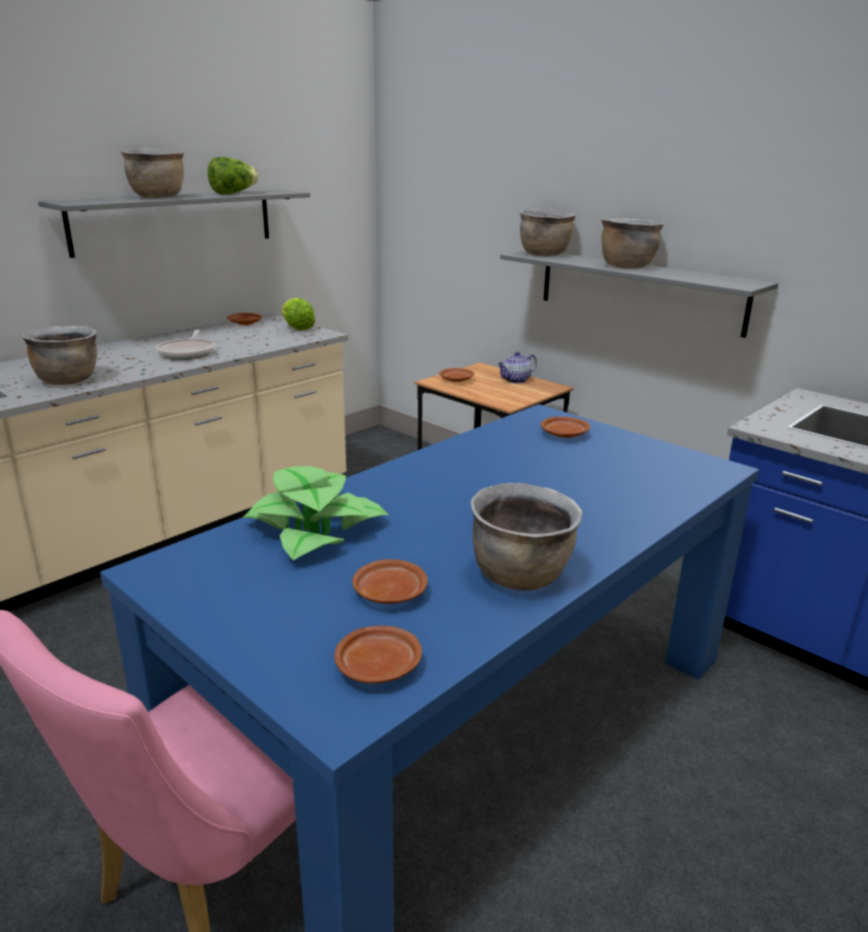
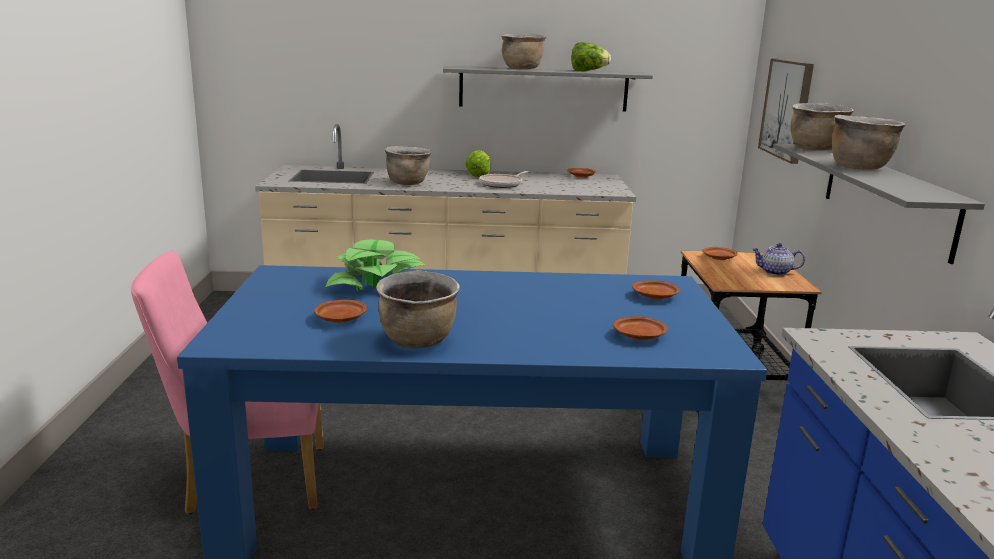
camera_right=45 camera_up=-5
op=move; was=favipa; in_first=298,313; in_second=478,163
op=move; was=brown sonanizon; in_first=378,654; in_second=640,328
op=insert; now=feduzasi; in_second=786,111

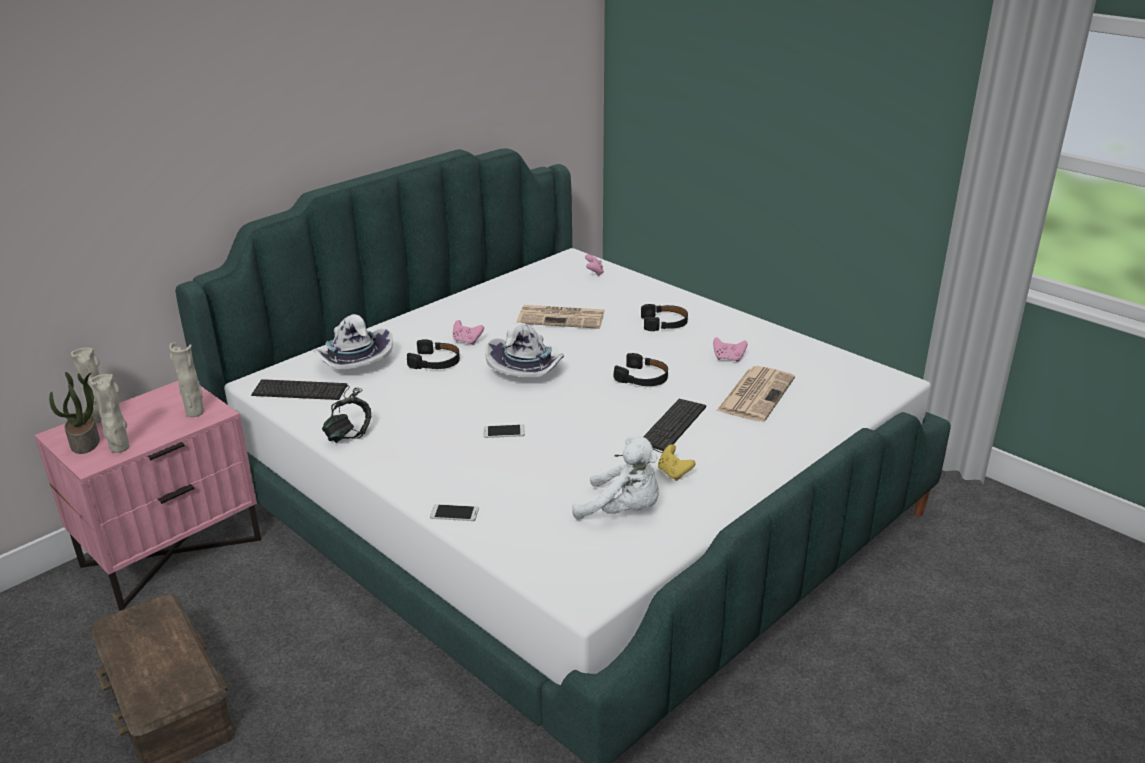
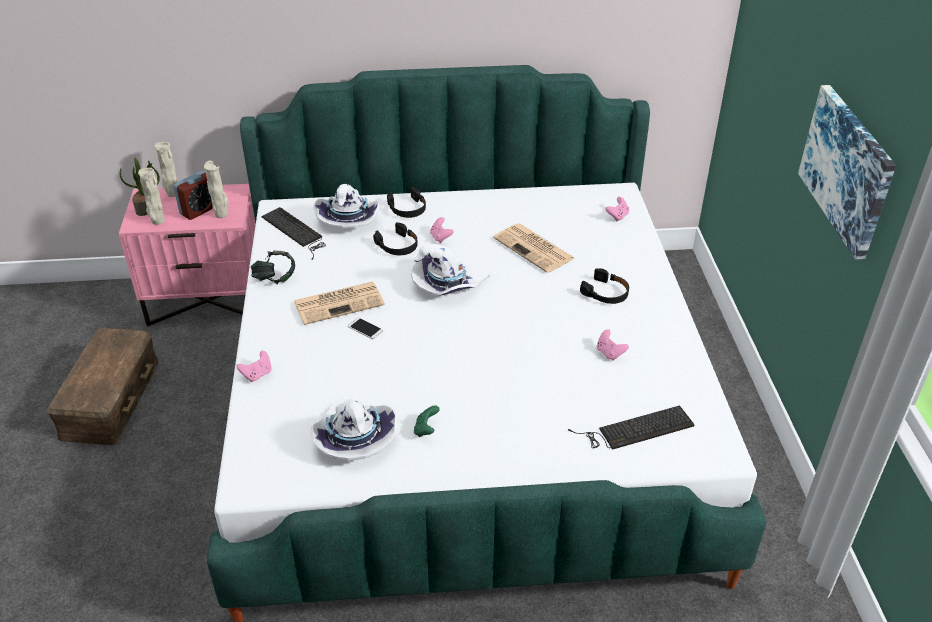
camera_right=40 camera_up=10
op=move; was=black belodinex; in_first=641,369; in_second=406,202
op=move; was=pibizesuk; in_first=755,394; in_second=339,303
op=move; was=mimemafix; in_first=660,428; in_second=631,428
op=replace; was=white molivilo; now=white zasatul; in_first=615,478; in_second=354,430
op=recolor; was=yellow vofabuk; now=green vofabuk; in_first=677,462; in_second=427,421
op=replace; was=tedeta; now=pink vofabuk; in_first=454,512; in_second=253,366
op=insert; now=feduzasi; in_second=847,172
op=insert; now=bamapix; in_second=193,195

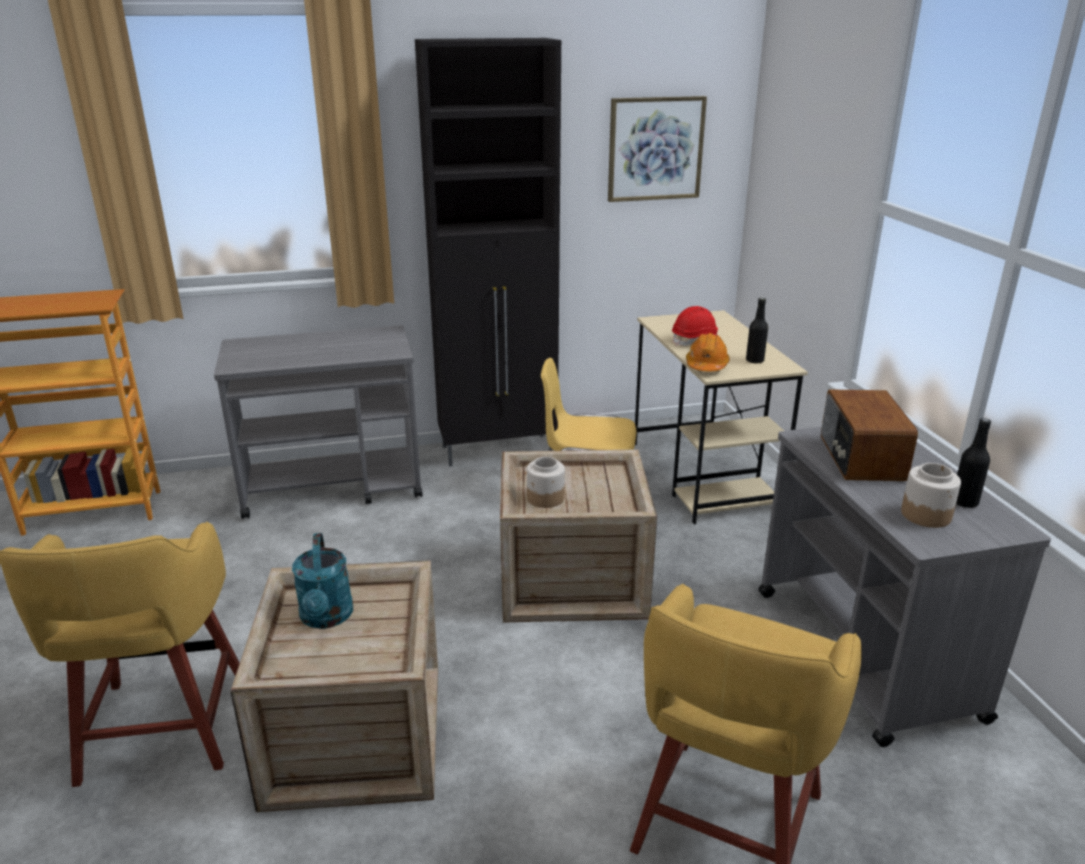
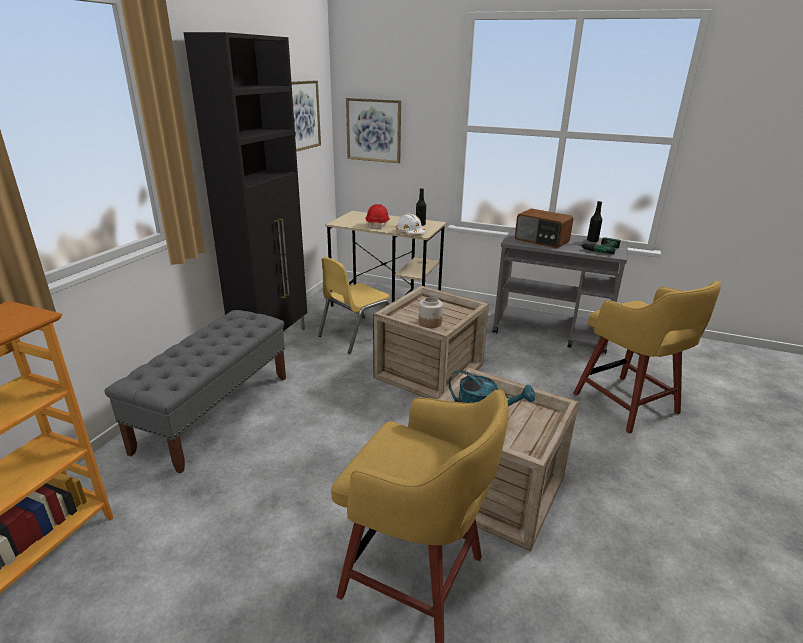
camera_right=-55 camera_up=0
op=replace; was=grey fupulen; now=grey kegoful; in_first=318,422; in_second=195,392
op=recolor; was=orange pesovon; now=white pesovon; in_first=708,352; in_second=411,224
op=replace; was=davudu; now=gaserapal; in_first=931,495; in_second=597,245
op=insert; now=feduzasi; in_second=373,130

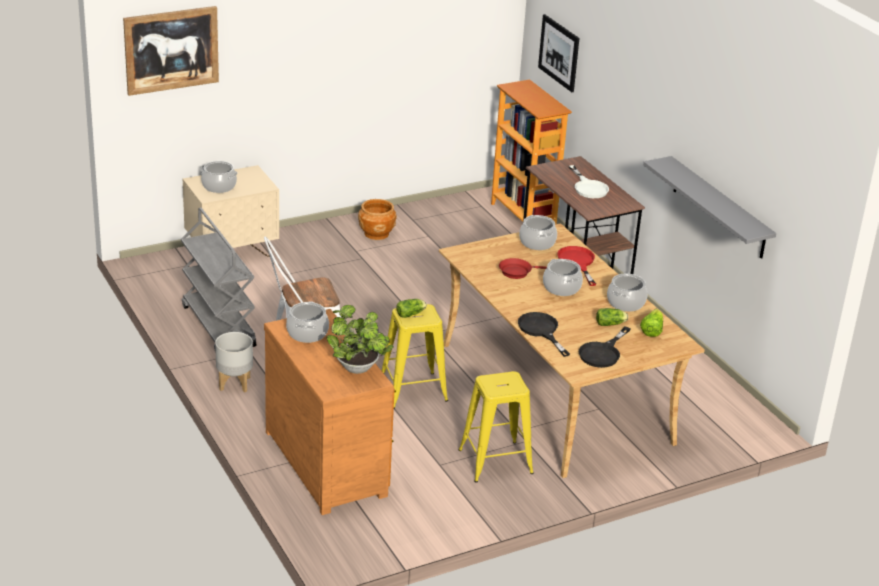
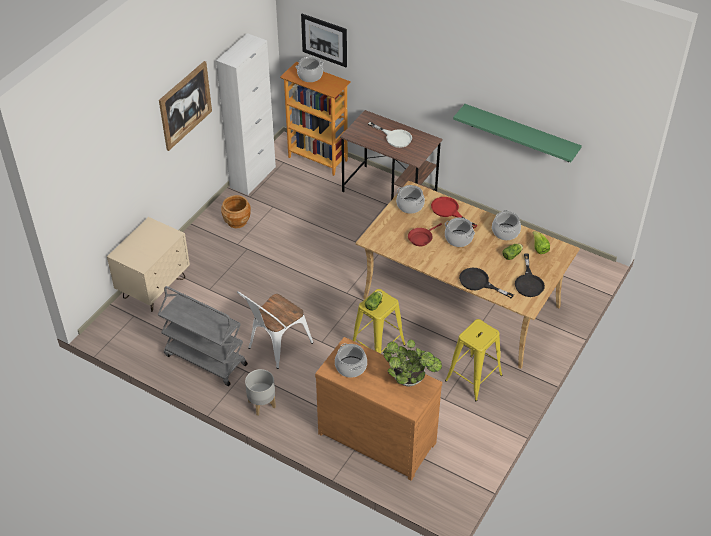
camera_right=-30 camera_up=15
op=move; was=feduzasi; in_first=171,51; in_second=185,106
op=recolor; was=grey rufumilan; now=green rufumilan; in_first=709,207; in_second=517,133
op=move; was=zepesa; in_first=219,177; in_second=310,69
op=insert; now=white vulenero; in_second=246,114

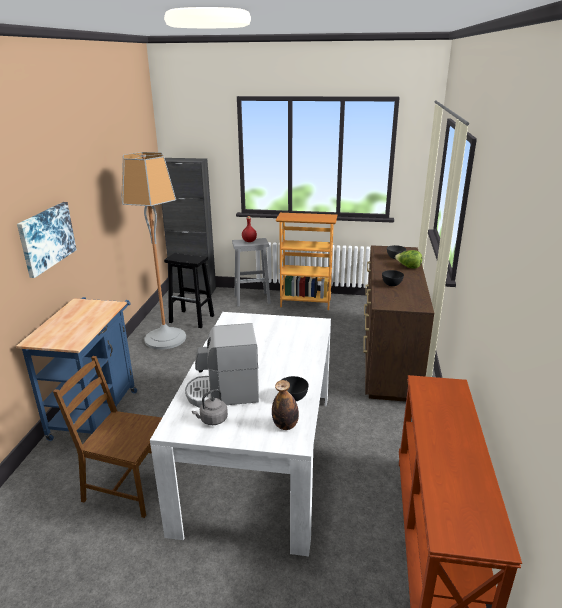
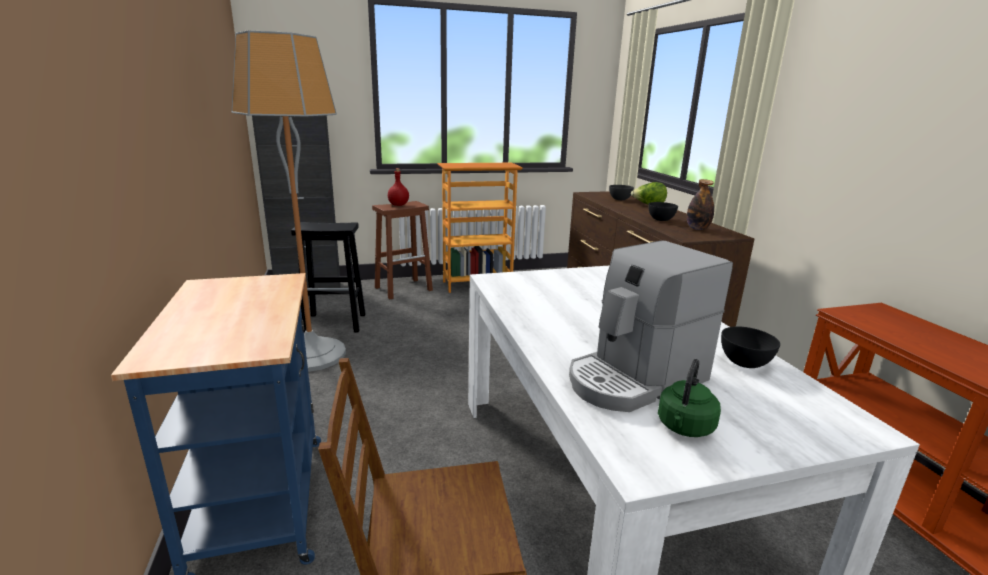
camera_right=-25 camera_up=-5
op=delete; was=feduzasi; in_first=47,240
op=recolor; was=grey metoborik; now=brown metoborik; in_first=251,272; in_second=402,250
op=move; was=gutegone; in_first=285,405; in_second=700,204
op=recolor; was=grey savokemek; now=green savokemek; in_first=210,407; in_second=689,398

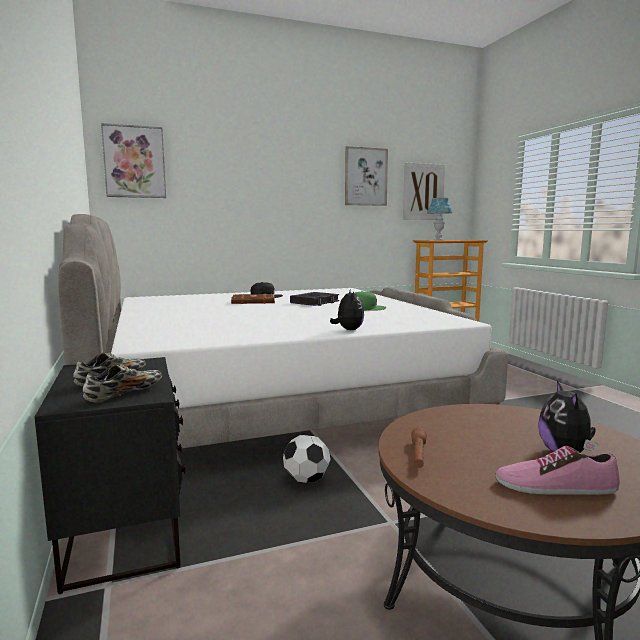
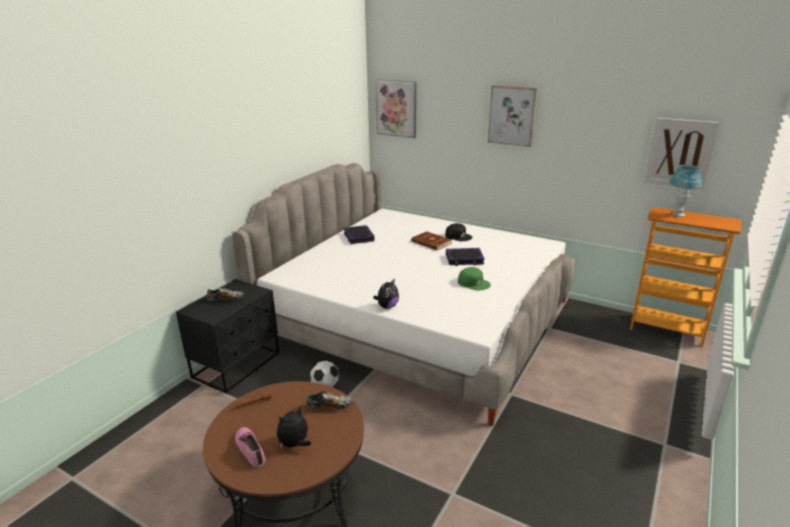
camera_right=50 camera_up=15
op=move; was=feduzasi; in_first=366,176; in_second=513,116
op=move; was=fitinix; in_first=123,383; in_second=329,400
op=insert; now=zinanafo; in_second=359,234

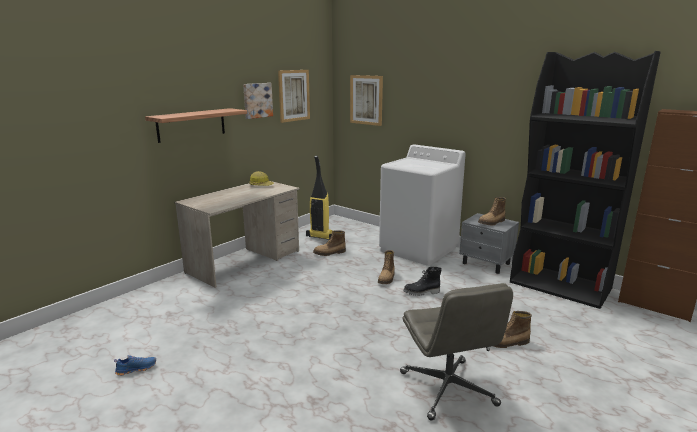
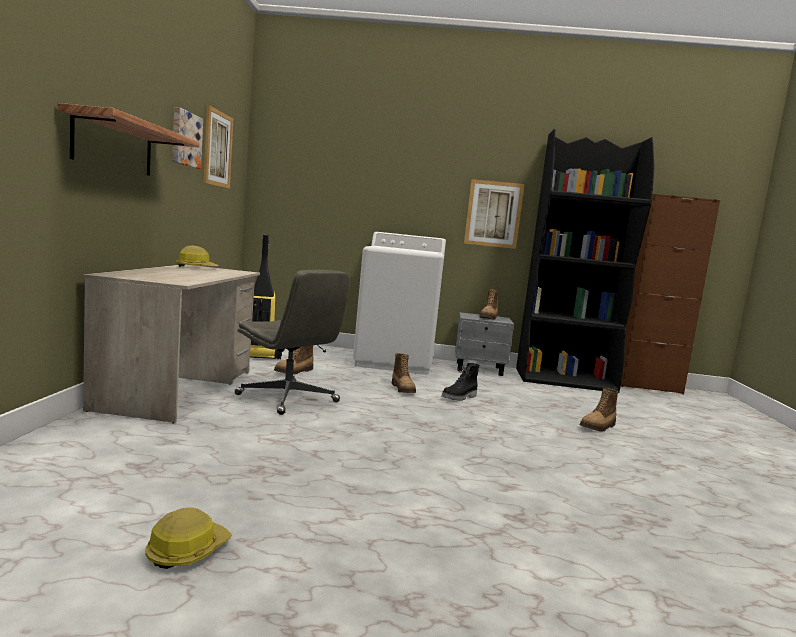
camera_right=-35 camera_up=-10
op=move; was=feduzasi; in_first=366,100; in_second=494,214
op=move; was=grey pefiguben; in_first=456,352; in_second=292,342
op=replace; was=blue fitinix; now=pesovon; in_first=135,365; in_second=188,538

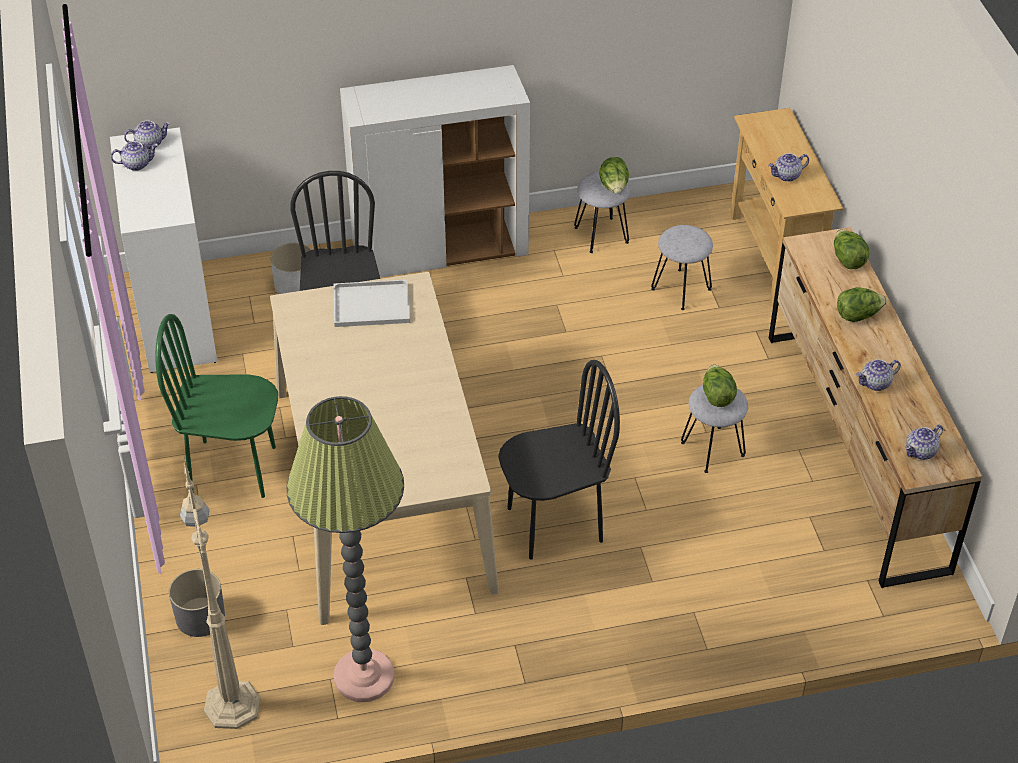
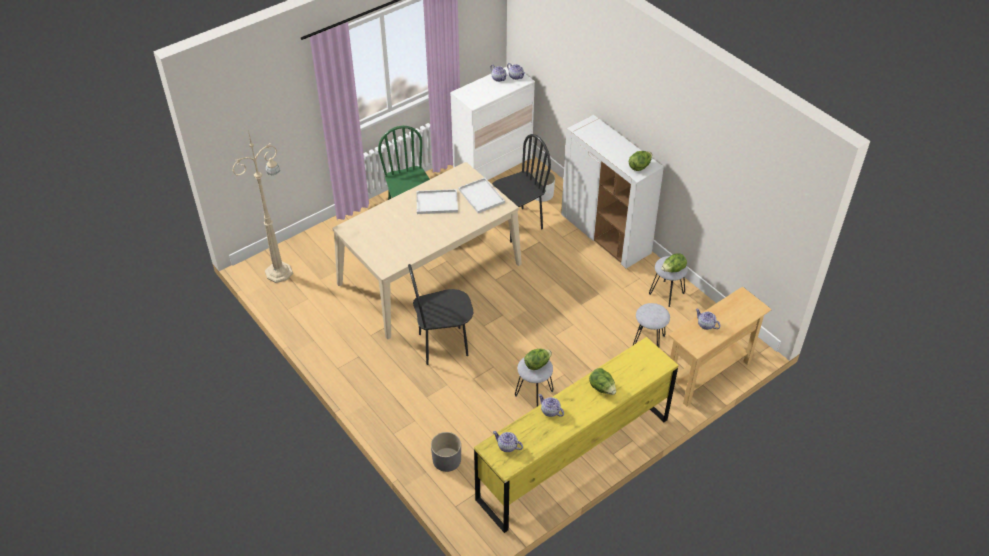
camera_right=65 camera_up=0
op=recolor; was=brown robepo; now=yellow robepo; in_first=875,407; in_second=576,435
op=move; was=favipa; in_first=851,249; in_second=640,161
op=rotate; was=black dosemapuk; in_first=559,460; in_second=440,314; clockwise=120
op=delete; was=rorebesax; in_first=345,549
op=move; was=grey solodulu; in_first=197,603; in_second=446,452
op=insert; now=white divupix; in_second=437,201

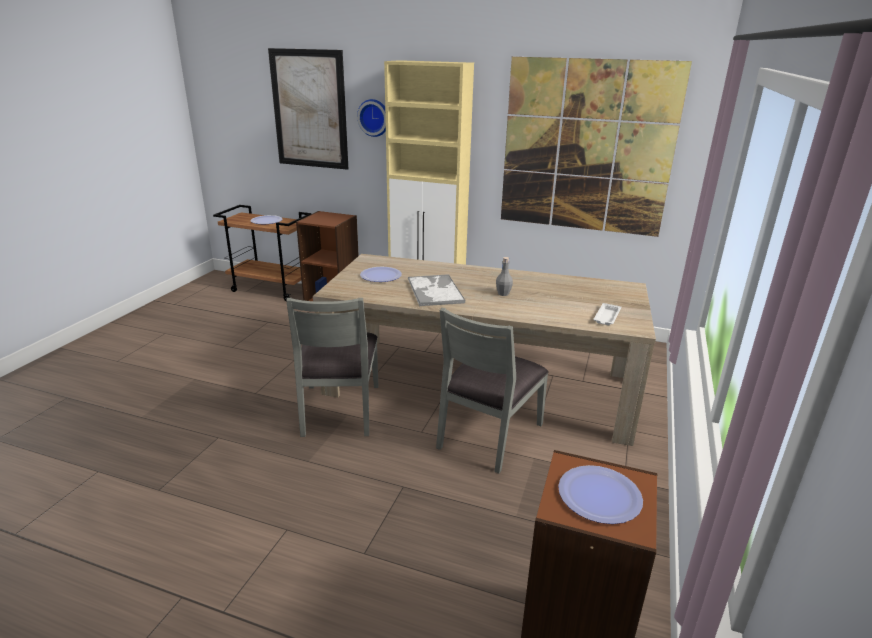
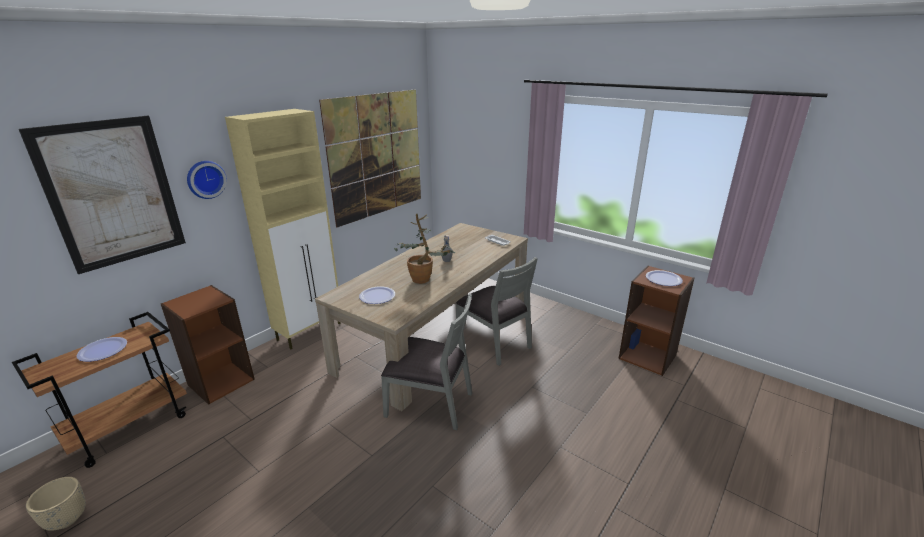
camera_right=-70 camera_up=0
op=replace; was=divupix; now=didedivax; in_first=436,290; in_second=424,249
op=insert; now=beige solodulu; in_second=56,504

